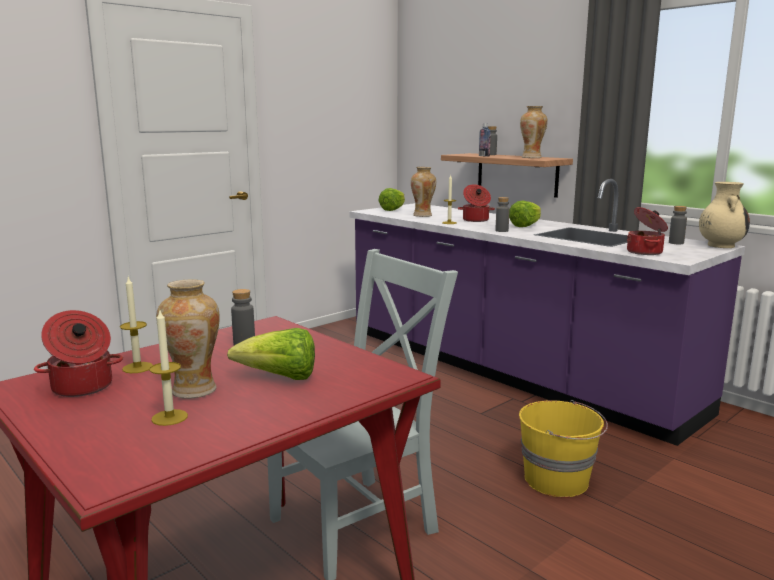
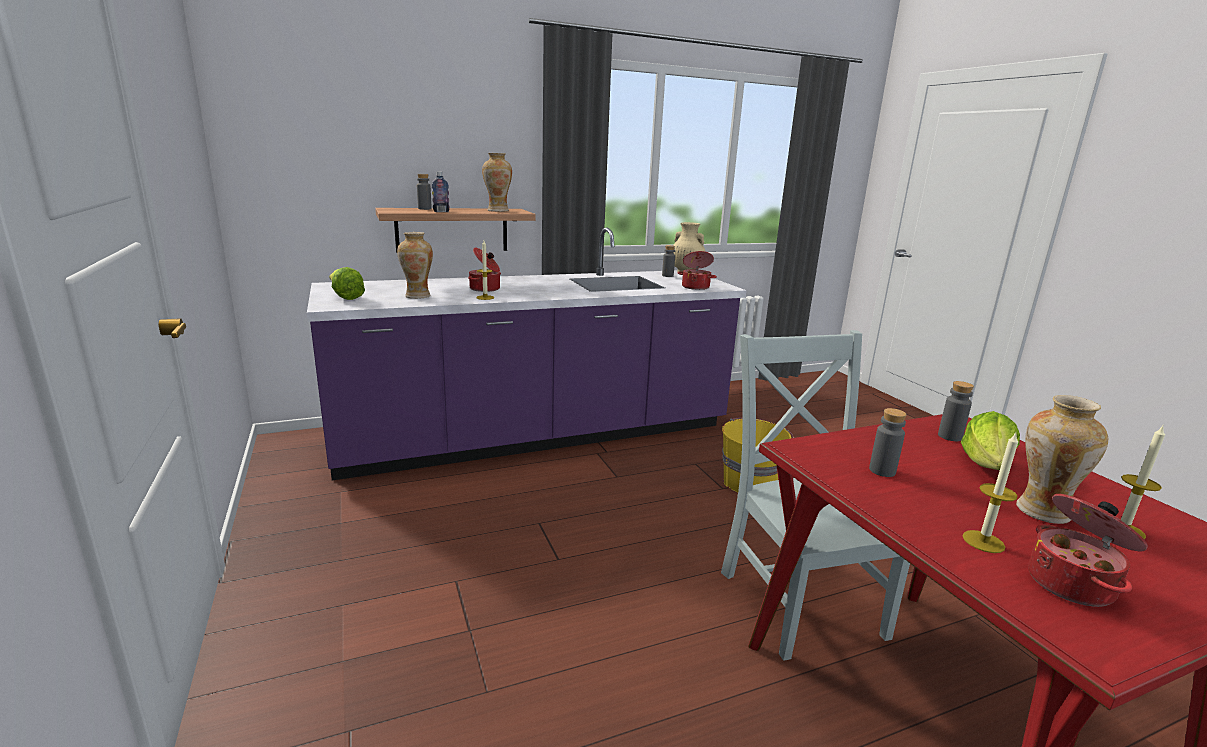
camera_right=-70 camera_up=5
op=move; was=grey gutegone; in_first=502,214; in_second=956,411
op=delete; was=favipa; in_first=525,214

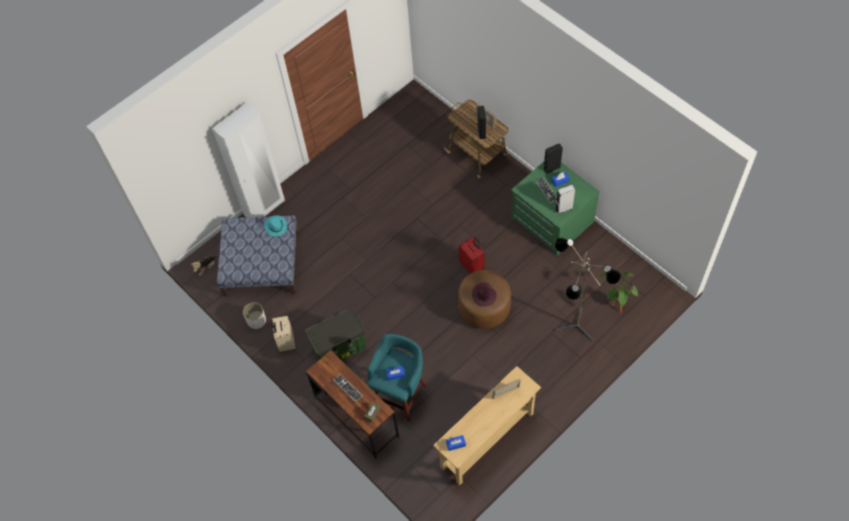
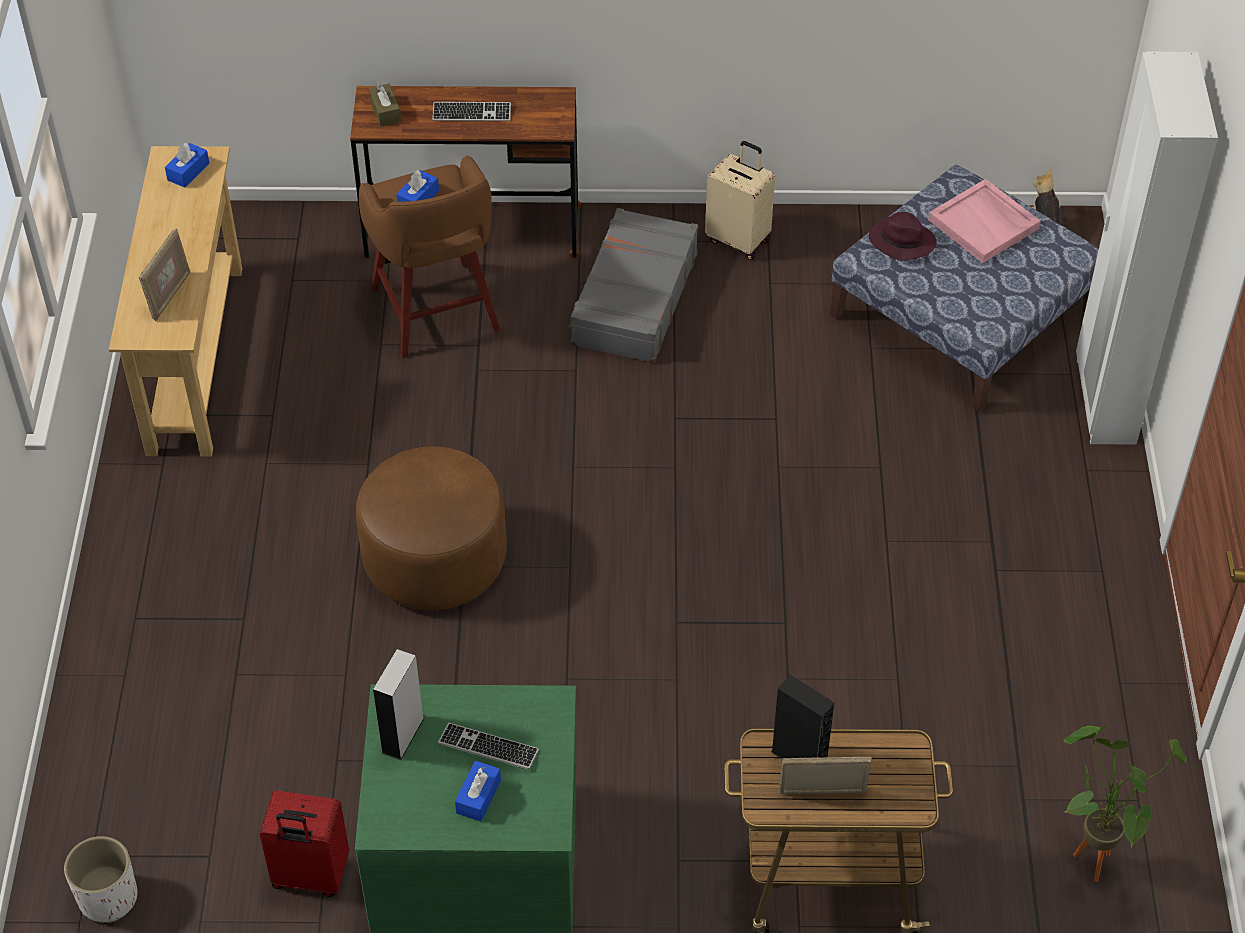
camera_right=130 camera_up=-10
op=delete; was=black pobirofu; in_first=553,158
op=delete; was=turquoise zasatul; in_first=275,226
op=move; was=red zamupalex; in_first=472,255; in_second=304,843
op=delete; was=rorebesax; in_first=588,289
op=move; was=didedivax; in_first=618,292; in_second=1124,803
op=move; was=purple zasatul; in_first=484,295; in_second=903,236
op=move; was=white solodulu; in_first=254,315; in_second=100,879
op=replace; was=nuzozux; now=grey zamupalex; in_first=336,334; in_second=633,285
op=recolor; was=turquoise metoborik; now=brown metoborik; in_first=397,378; in_second=429,256
op=insert; now=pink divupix; in_second=984,221

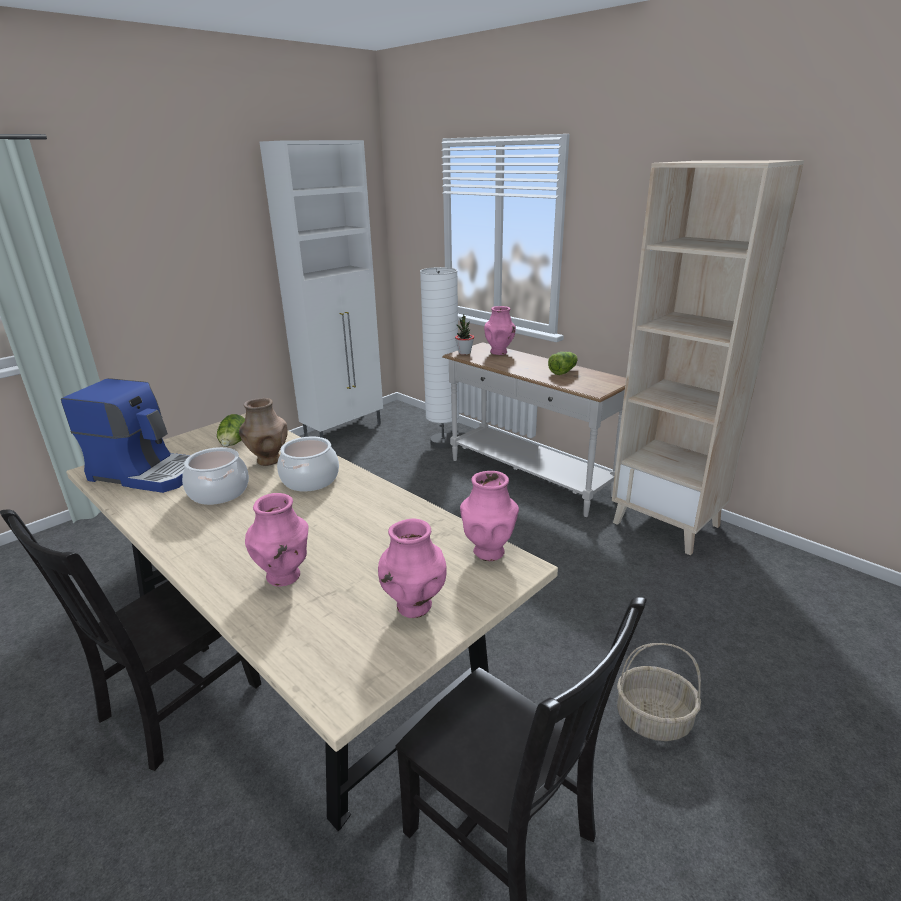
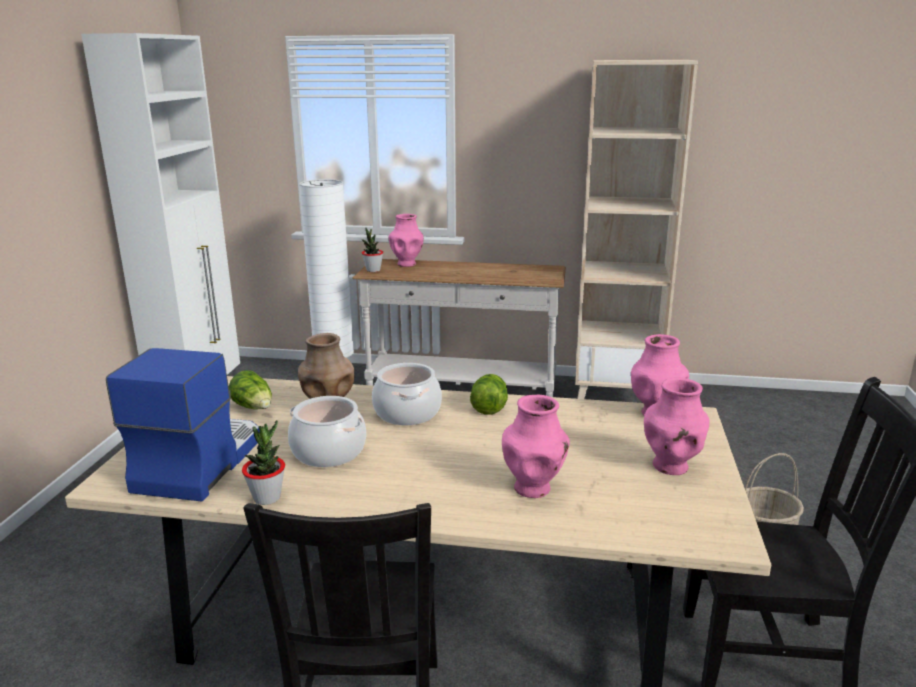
camera_right=-35 camera_up=-5
op=move; was=favipa; in_first=563,363; in_second=489,394
op=rotate; was=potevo; in_first=125,435; in_second=183,425; clockwise=-60
op=insert; now=didedivax; in_second=263,462

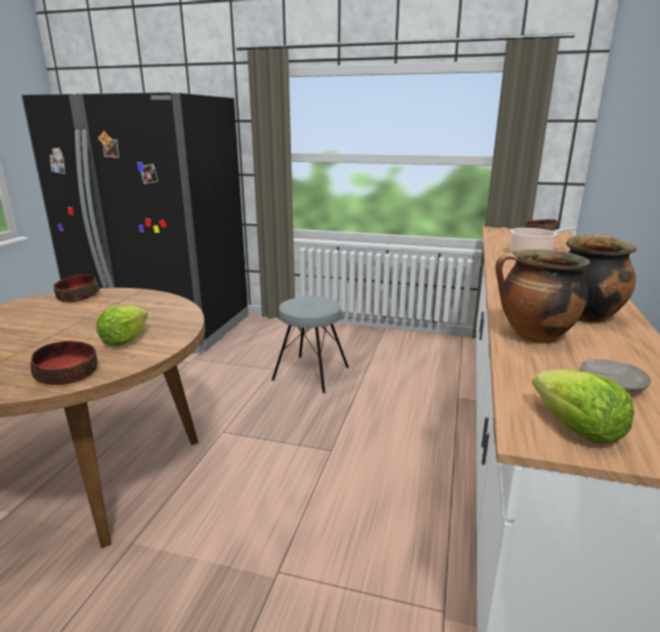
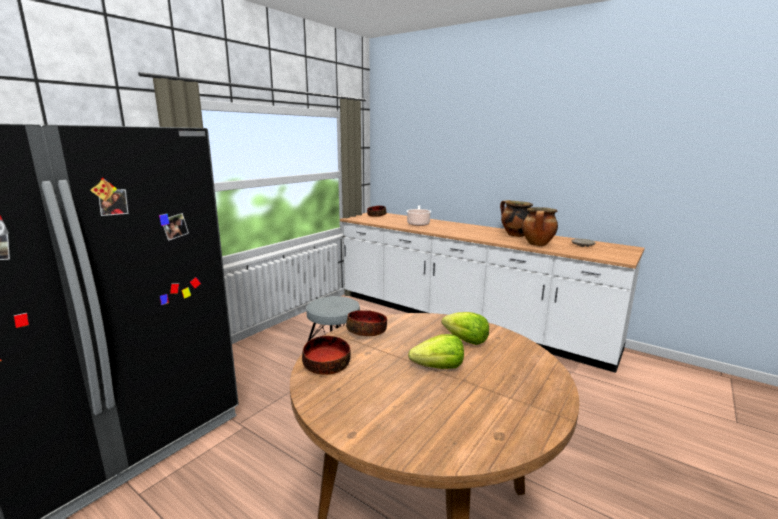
camera_right=-70 camera_up=-5
op=move; was=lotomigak; in_first=64,363; in_second=366,323
op=move; was=favipa; in_first=583,406; in_second=436,351

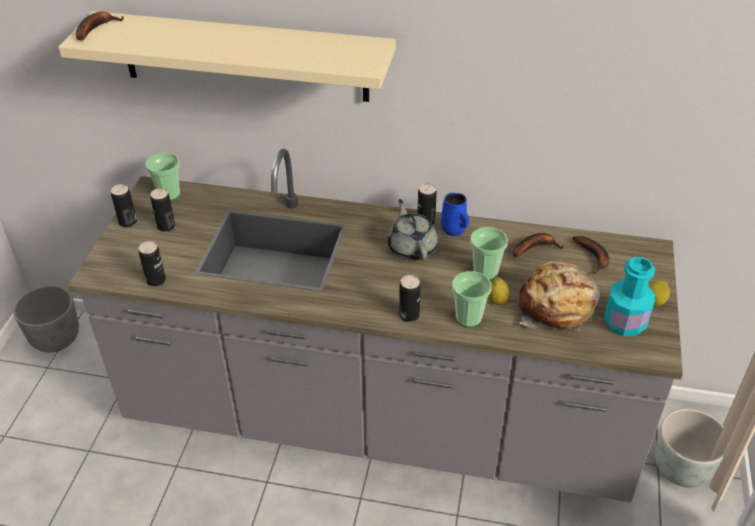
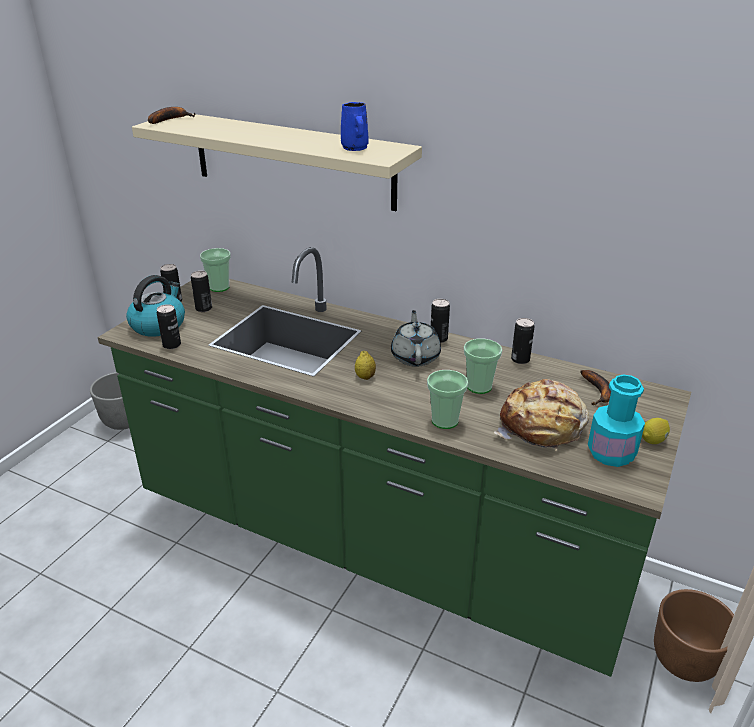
camera_right=15 camera_up=-10
op=recolor; was=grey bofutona; now=green bofutona; in_first=375,325; in_second=394,462
op=move; was=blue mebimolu; in_first=455,214; in_second=355,126
op=delete; was=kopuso; in_first=538,245
op=move; was=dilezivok; in_first=410,298; in_second=522,341
op=move; was=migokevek; in_first=499,291; in_second=365,365
op=recolor; was=grey solodulu; now=brown solodulu; in_first=692,447; in_second=694,635
op=insert; now=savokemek; in_second=155,306

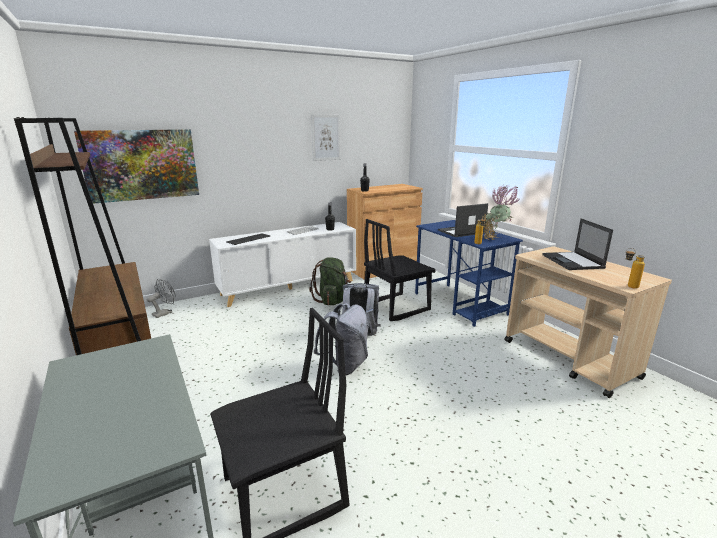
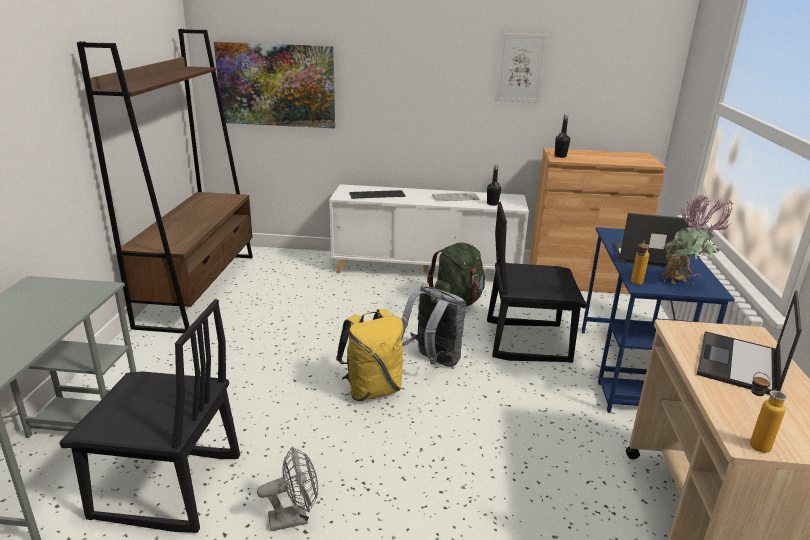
camera_right=35 camera_up=5
op=move; was=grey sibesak; in_first=161,298; in_second=287,488
op=recolor; was=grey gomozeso; now=yellow gomozeso; in_first=341,339; in_second=369,355

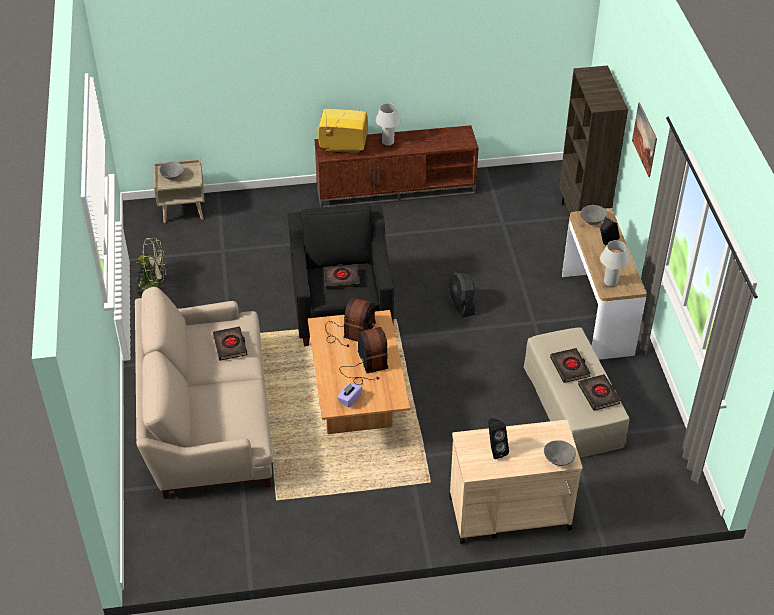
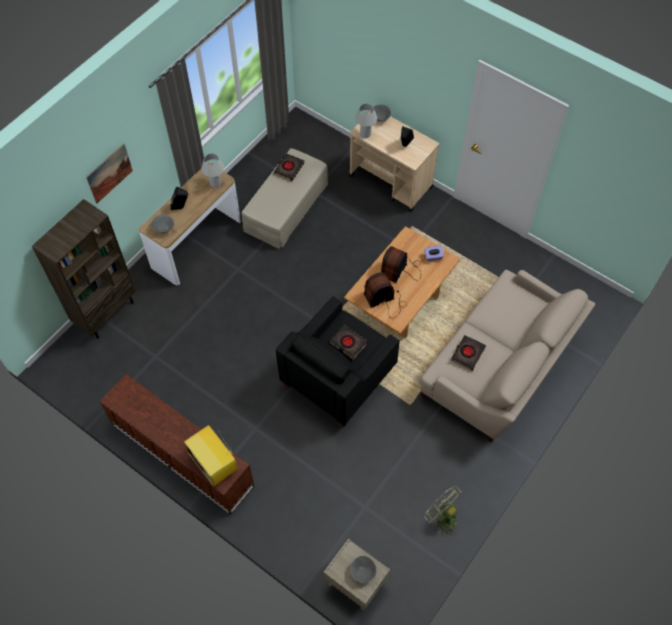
camera_right=-135 camera_up=15
op=move; was=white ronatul; in_first=388,124; in_second=366,121
op=delete; was=black sibesak; in_first=461,295
op=delete; was=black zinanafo; in_first=570,365

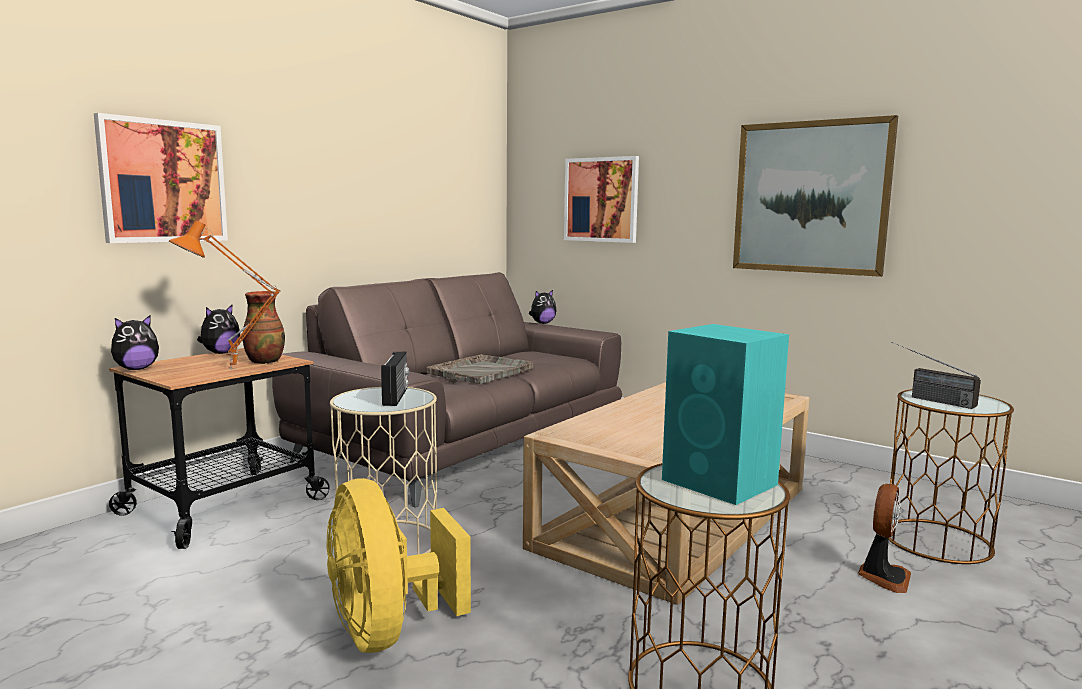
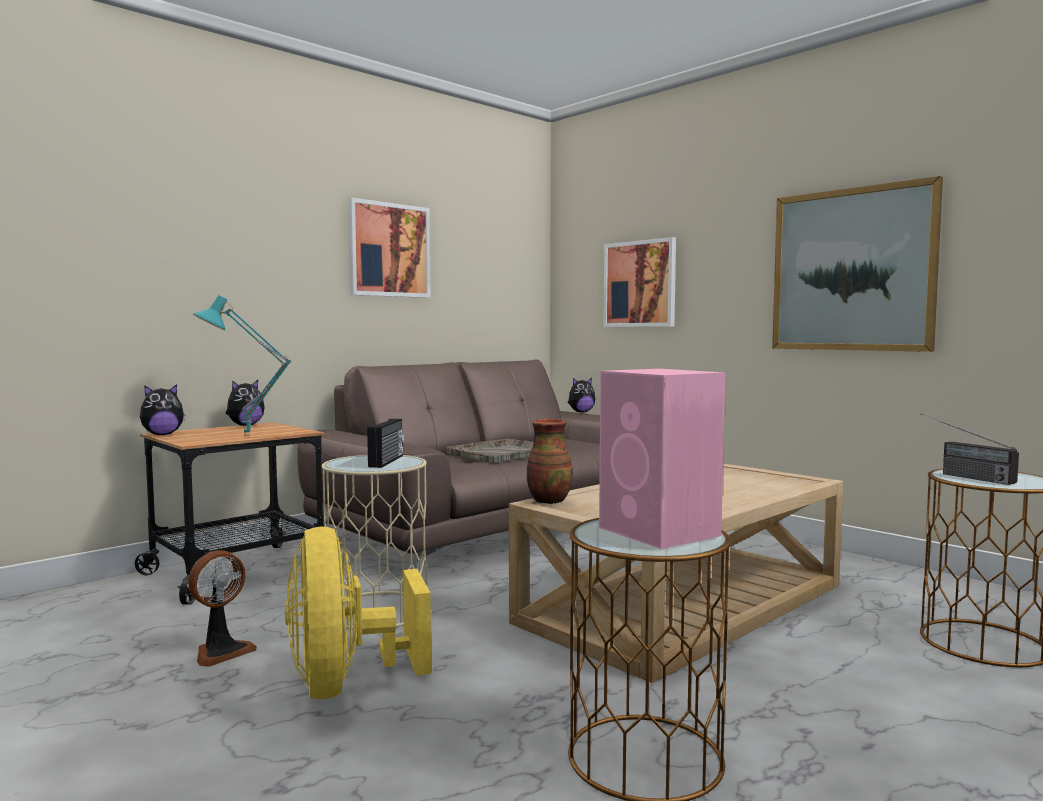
camera_right=10 camera_up=-5
op=move; was=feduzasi; in_first=161,178; in_second=389,248
op=recolor; was=orange ronatul; now=turquoise ronatul; in_first=225,294; in_second=242,365
op=move; was=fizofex; in_first=264,327; in_second=550,461
op=recolor; was=turquoise pobirofu; now=pink pobirofu; in_first=725,414; in_second=662,459
op=move; was=sibesak; in_first=884,538; in_second=222,608

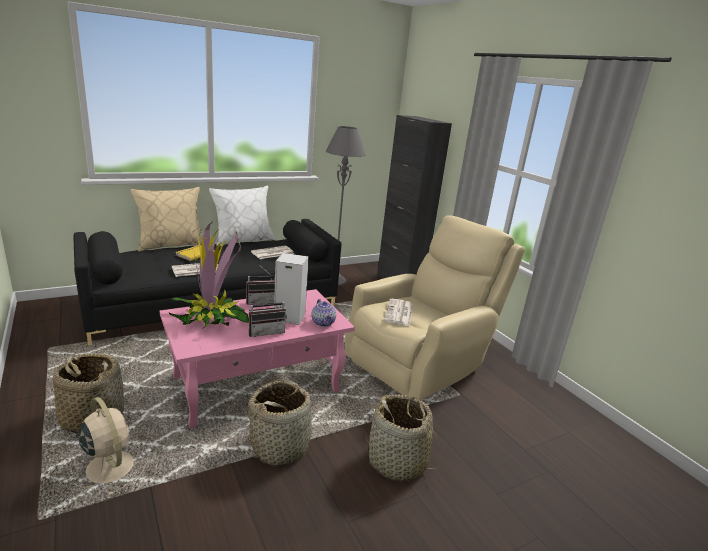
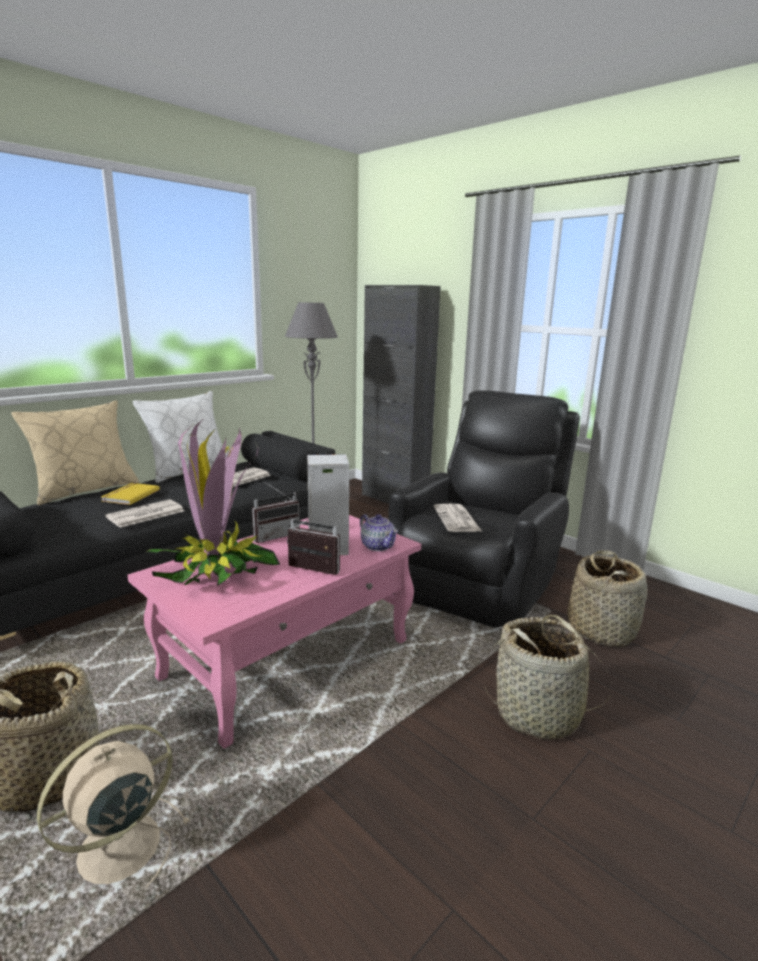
camera_right=-15 camera_up=-5
op=recolor; was=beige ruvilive; now=black ruvilive; in_first=435,307; in_second=484,509
op=rotate; was=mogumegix; in_first=268,314; in_second=313,547; clockwise=-120
op=move; was=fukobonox; in_first=282,423; in_second=607,599
op=rotate; was=beige sibesak; in_first=110,446; in_second=113,805; clockwise=-75

